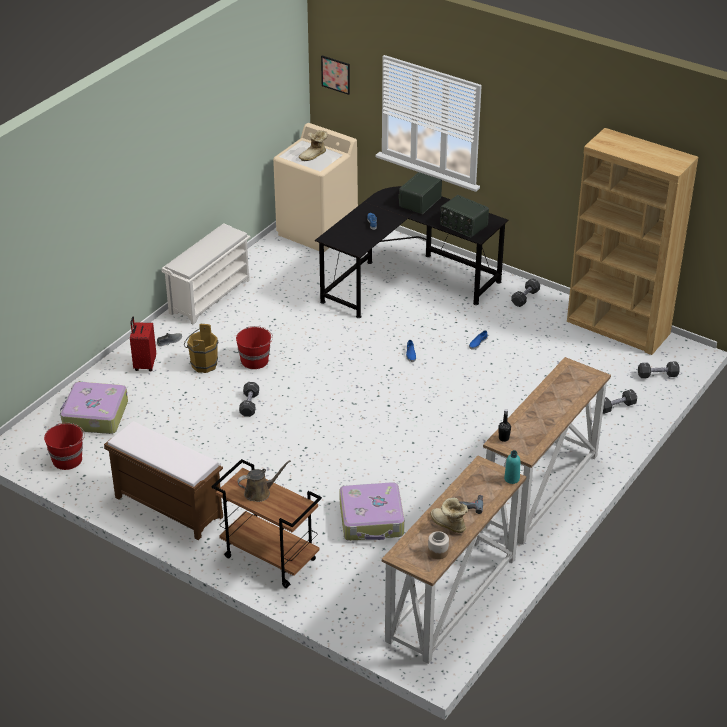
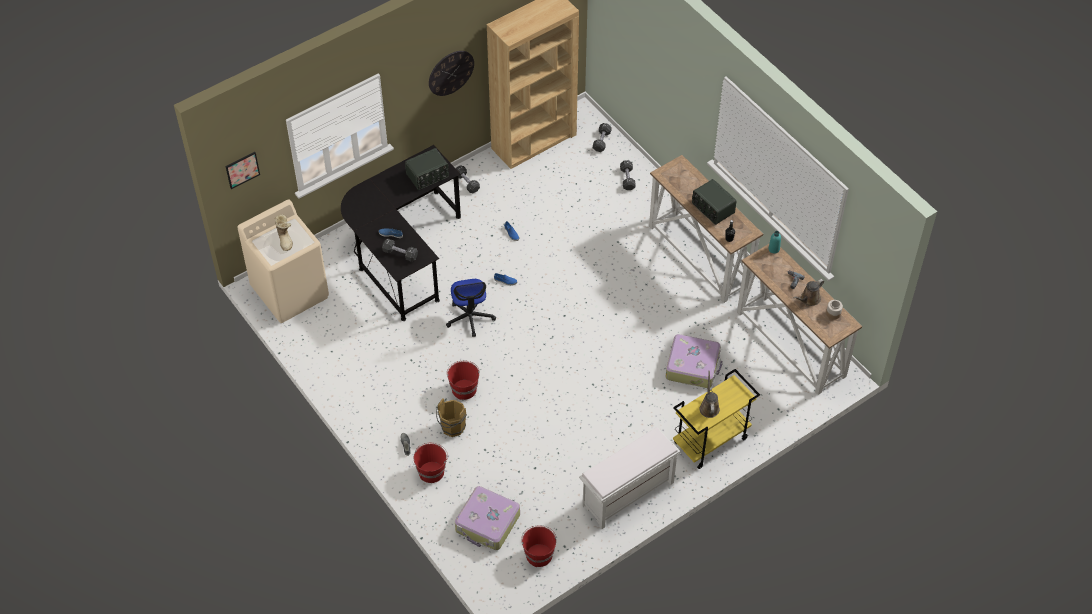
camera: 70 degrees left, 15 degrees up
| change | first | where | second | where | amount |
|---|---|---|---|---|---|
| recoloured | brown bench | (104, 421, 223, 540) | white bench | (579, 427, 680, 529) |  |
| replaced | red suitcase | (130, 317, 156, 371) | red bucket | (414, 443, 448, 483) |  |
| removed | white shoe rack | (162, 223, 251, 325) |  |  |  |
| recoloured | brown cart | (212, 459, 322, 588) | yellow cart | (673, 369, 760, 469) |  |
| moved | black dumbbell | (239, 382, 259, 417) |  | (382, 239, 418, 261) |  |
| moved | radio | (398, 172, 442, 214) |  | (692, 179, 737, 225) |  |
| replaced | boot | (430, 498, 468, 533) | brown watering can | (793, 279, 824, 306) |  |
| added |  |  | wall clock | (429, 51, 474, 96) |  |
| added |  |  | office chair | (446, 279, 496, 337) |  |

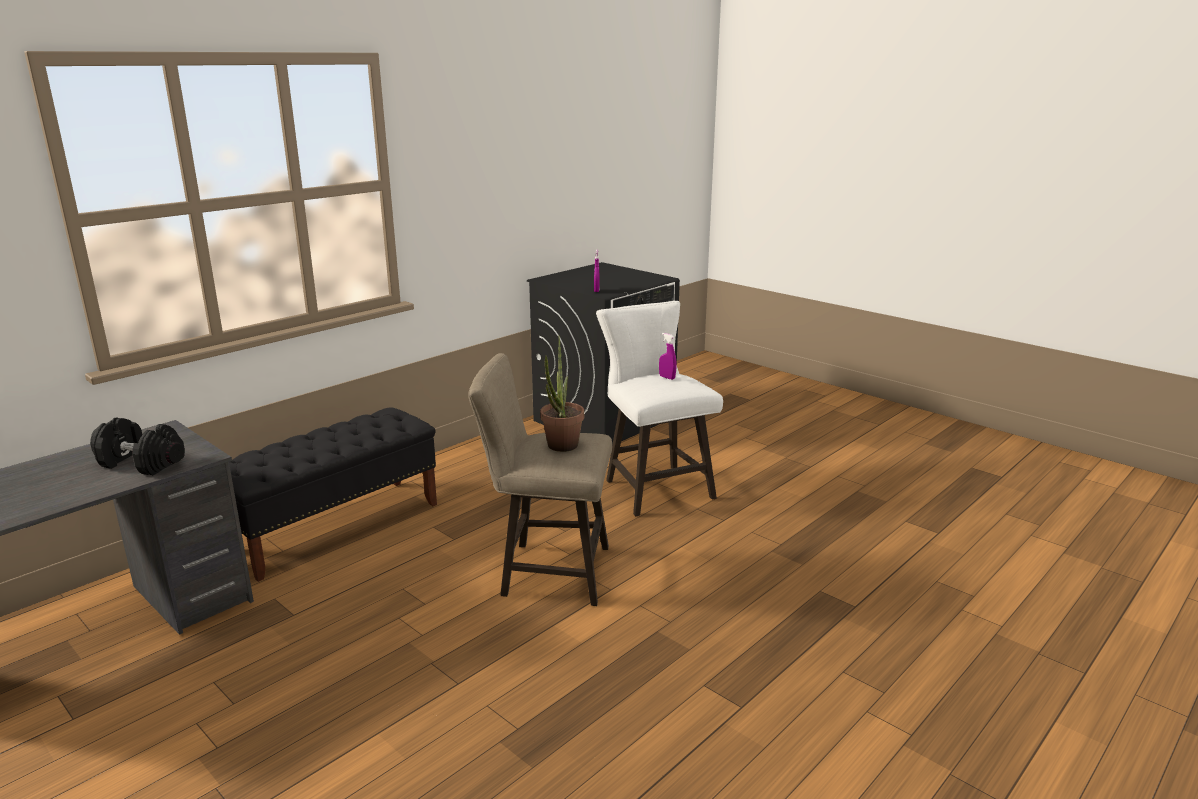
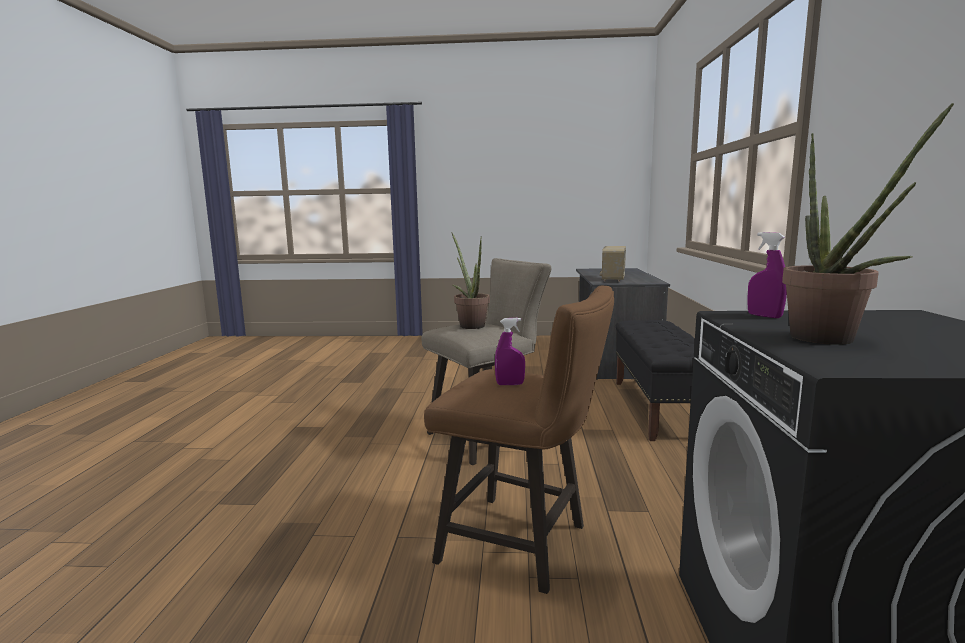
camera: 140 degrees right, 10 degrees down
| change | first | where | second | where | amount |
|---|---|---|---|---|---|
| replaced | black dumbbell | (90, 417, 185, 475) | radio | (600, 246, 626, 282) |  |
| recoloured | white stool | (596, 301, 723, 516) | brown stool | (424, 286, 614, 594) |  |
| added |  |  | potted plant | (782, 103, 954, 345) |  |

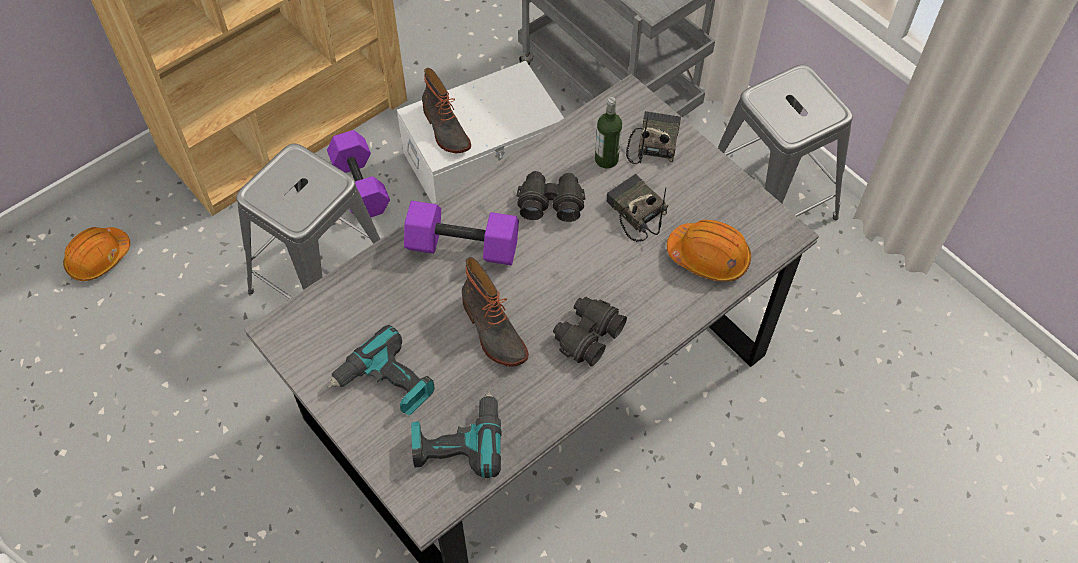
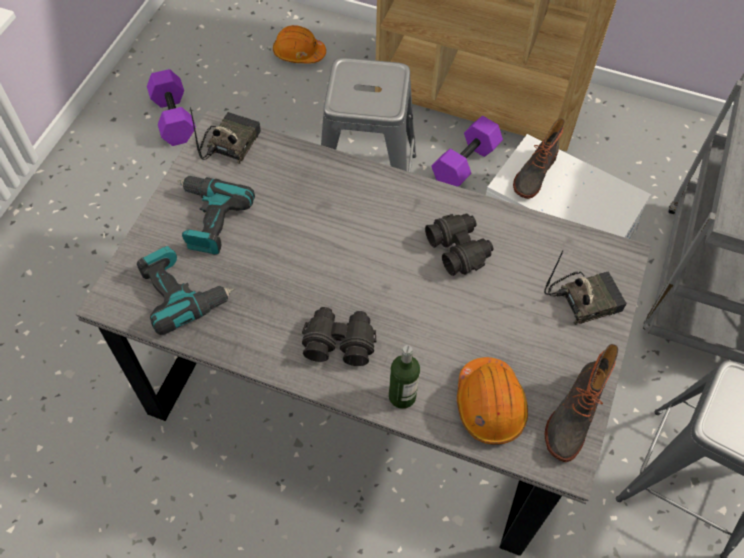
camera: 60 degrees right, 0 degrees up
| change | first | where | second | where | amount |
|---|---|---|---|---|---|
| moved | purple dumbbell | (404, 201, 519, 265) |  | (147, 69, 196, 146) |  |
| moved | boot | (462, 257, 529, 367) |  | (545, 344, 618, 462) |  |
| moved | bottle | (595, 97, 622, 169) |  | (389, 345, 420, 409) |  |
| moved | radio | (606, 174, 668, 242) |  | (190, 107, 261, 164) |  |

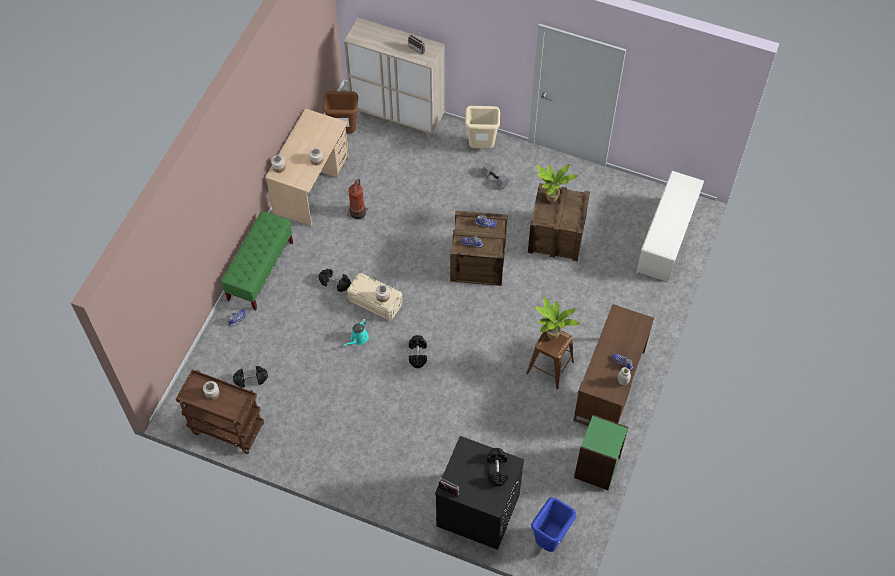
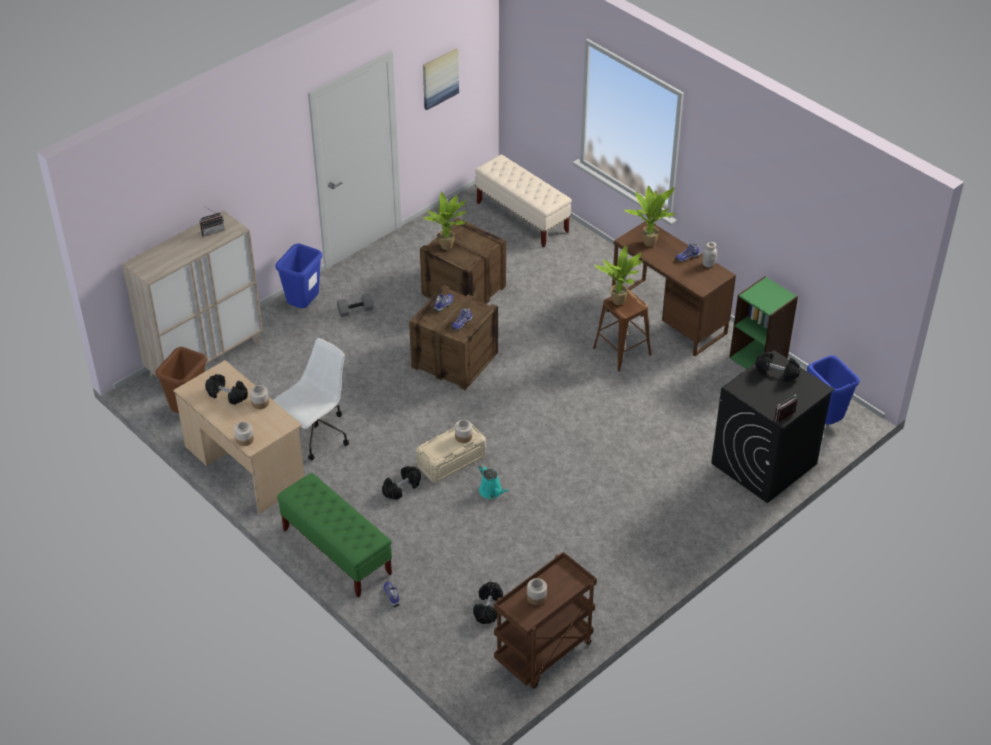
camera: 65 degrees left, 15 degrees down
| change | first | where | second | where | amount |
|---|---|---|---|---|---|
| replaced | fire extinguisher | (348, 179, 368, 220) | white office chair | (273, 338, 349, 460) |  |
| moved | black dumbbell | (409, 335, 427, 368) |  | (205, 374, 248, 405) |  |
| recoloured | beige trash can | (465, 106, 500, 149) | blue trash can | (275, 244, 323, 308) |  |
| replaced | white shoe rack | (636, 171, 704, 282) | beige bench | (475, 155, 572, 247) |  |
| added |  |  | picture | (423, 49, 459, 110) |  |
| added |  |  | potted plant | (625, 186, 676, 247) |  |

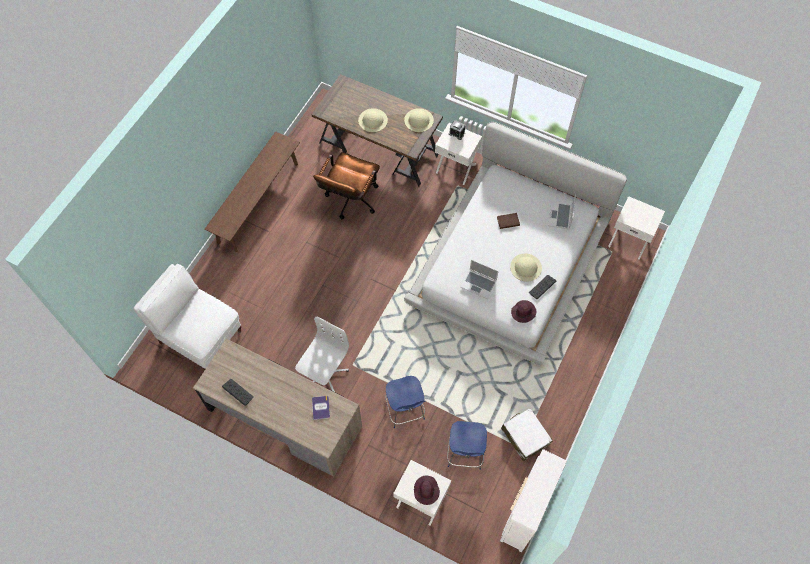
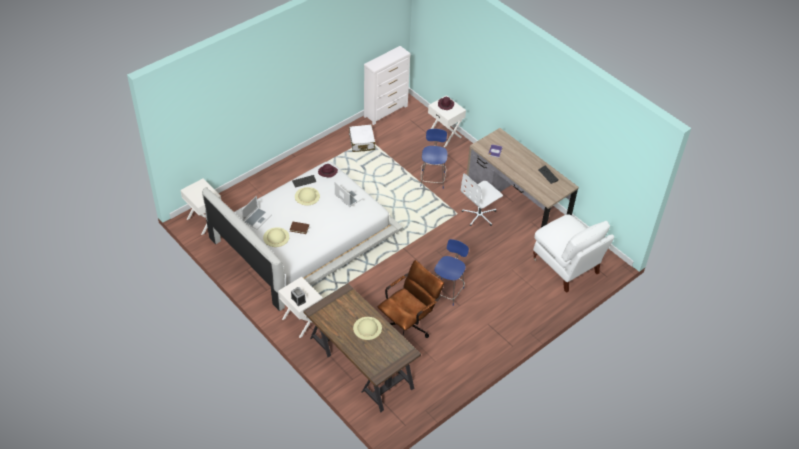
camera: 160 degrees left, 15 degrees down
| change | first | where | second | where | amount |
|---|---|---|---|---|---|
| removed | brown bench | (204, 131, 300, 252) |  |  |  |
| moved | beige hat | (404, 108, 434, 132) |  | (263, 227, 289, 247) |  |
| moved | blue chair | (447, 421, 487, 470) |  | (434, 239, 469, 306) |  |

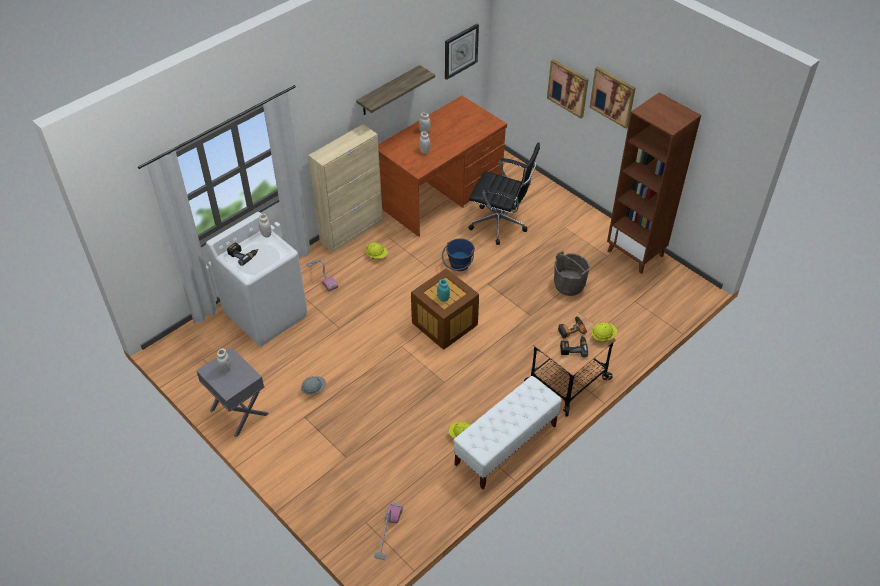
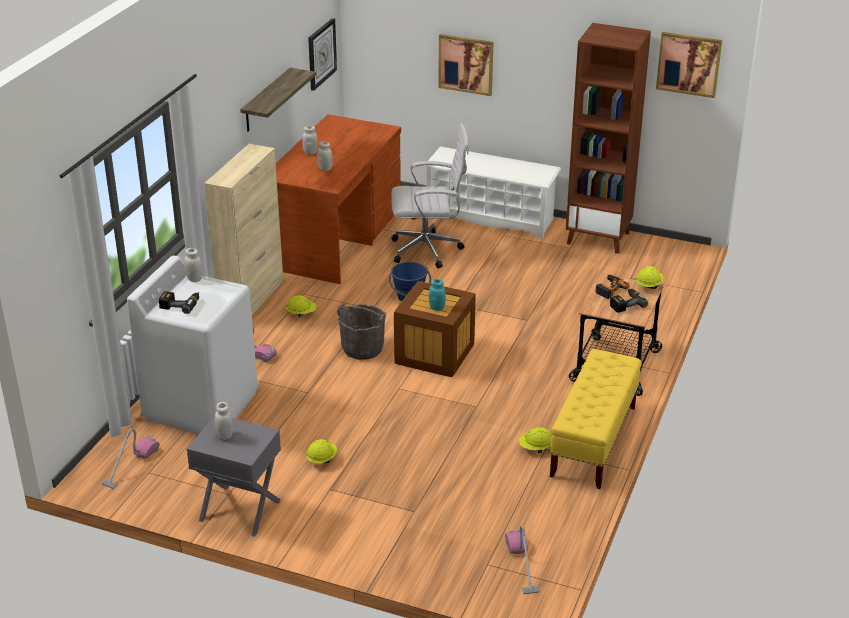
camera: 25 degrees left, 15 degrees down
| change | first | where | second | where | amount |
|---|---|---|---|---|---|
| recoloured | grey hard hat | (301, 376, 326, 395) | yellow hard hat | (306, 439, 337, 463) |  |
| recoloured | white bench | (453, 376, 562, 490) | yellow bench | (550, 349, 642, 489) |  |
| recoloured | black office chair | (468, 142, 540, 245) | white office chair | (391, 123, 469, 268) |  |
| moved | grey bucket | (554, 251, 590, 296) |  | (337, 303, 386, 360) |  |
| moved | picture | (589, 67, 635, 129) |  | (656, 32, 722, 98) |  |
| added |  |  | vacuum cleaner | (102, 429, 159, 489) |  |
| added |  |  | white shoe rack | (424, 147, 561, 239) |  |

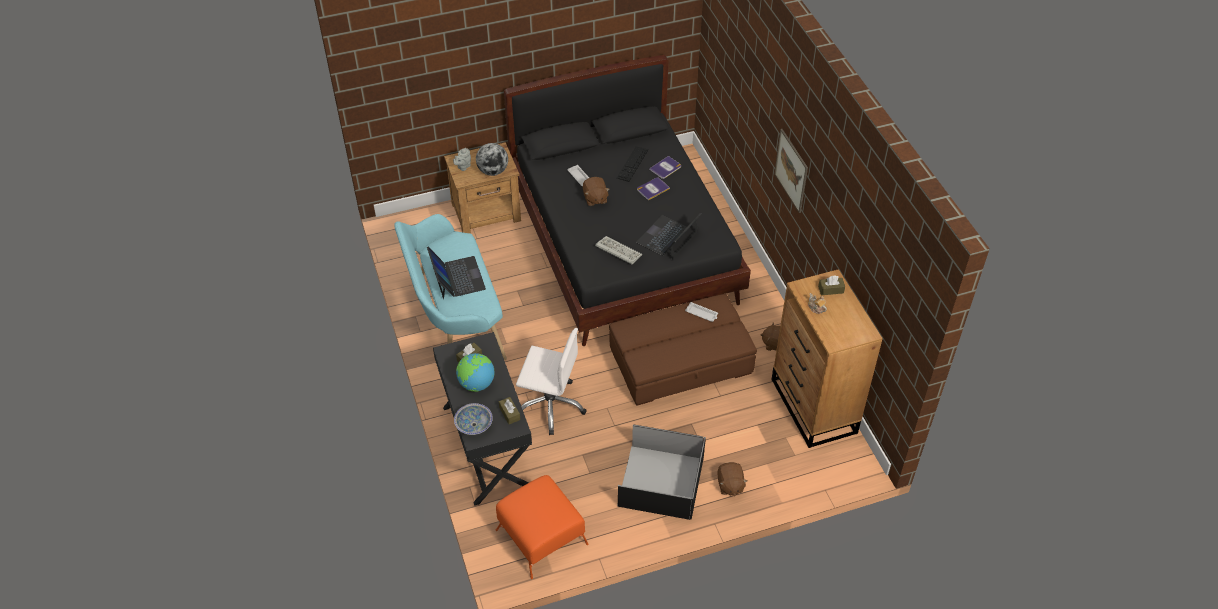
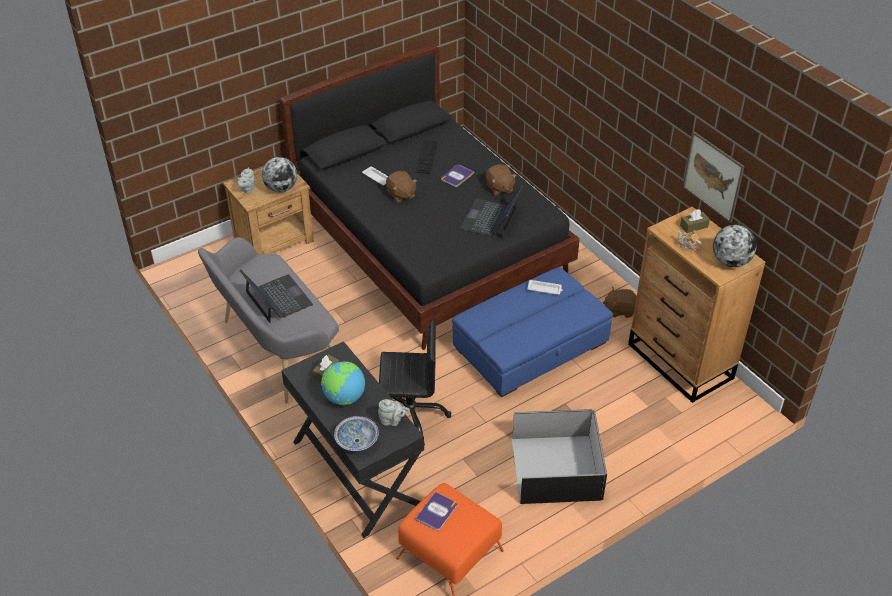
camera: 15 degrees left, 5 degrees down
| change | first | where | second | where | amount |
|---|---|---|---|---|---|
| recoloured | turquoise bench | (394, 214, 507, 360) | grey bench | (198, 237, 339, 404) |  |
| replaced | brown tissue box | (499, 397, 520, 424) | grey teapot | (378, 399, 410, 426) |  |
| recoloured | white office chair | (516, 328, 587, 435) | black office chair | (379, 319, 451, 445) |  |
| removed | keyboard | (595, 236, 642, 264) |  |  |  |
| recoloured | brown ottoman | (609, 294, 757, 406) | blue ottoman | (452, 267, 613, 397) |  |
| moved | book | (649, 156, 681, 179) |  | (415, 492, 457, 530) |  |
| moved | brown plush toy | (717, 462, 747, 496) |  | (486, 164, 517, 196) |  |
| moved | picture | (774, 129, 808, 213) |  | (683, 131, 745, 223) |  |
| added |  |  | globe | (713, 225, 757, 267) |  |

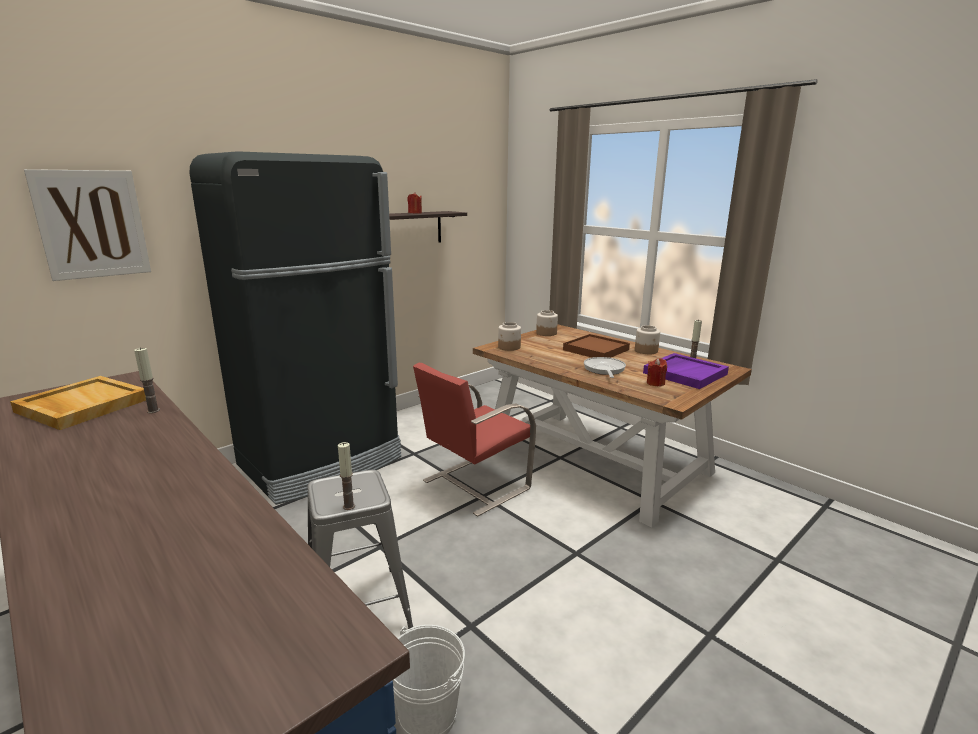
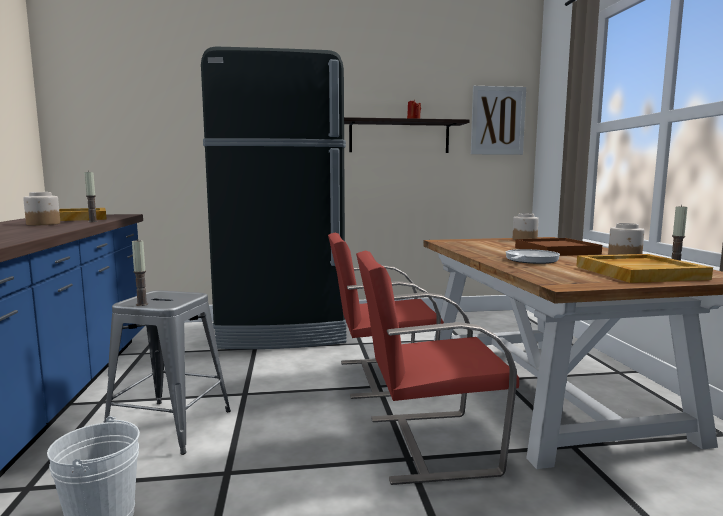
camera: 35 degrees right, 10 degrees down
| change | first | where | second | where | amount |
|---|---|---|---|---|---|
| moved | picture | (24, 169, 151, 281) |  | (471, 86, 526, 155) |  |
| moved | jar | (498, 322, 521, 351) |  | (23, 192, 60, 225) |  |
| recoloured | purple tray | (643, 353, 729, 389) | beige tray | (576, 254, 713, 283) |  |
| removed | red candle | (647, 358, 667, 387) |  |  |  |
| added |  |  | red chair | (356, 251, 519, 485) |  |

